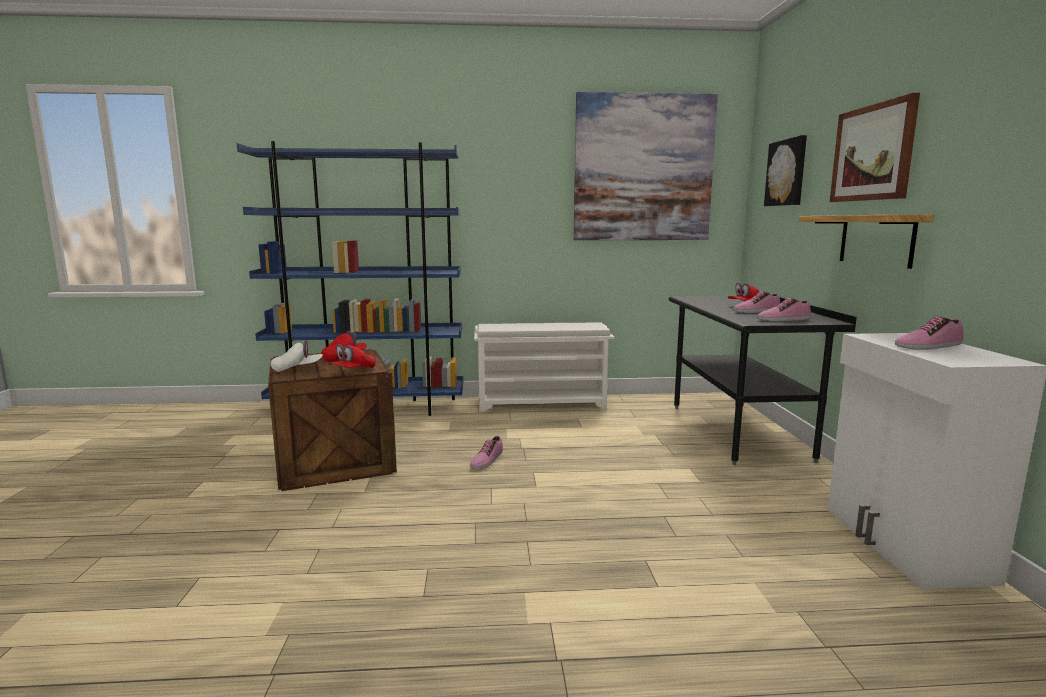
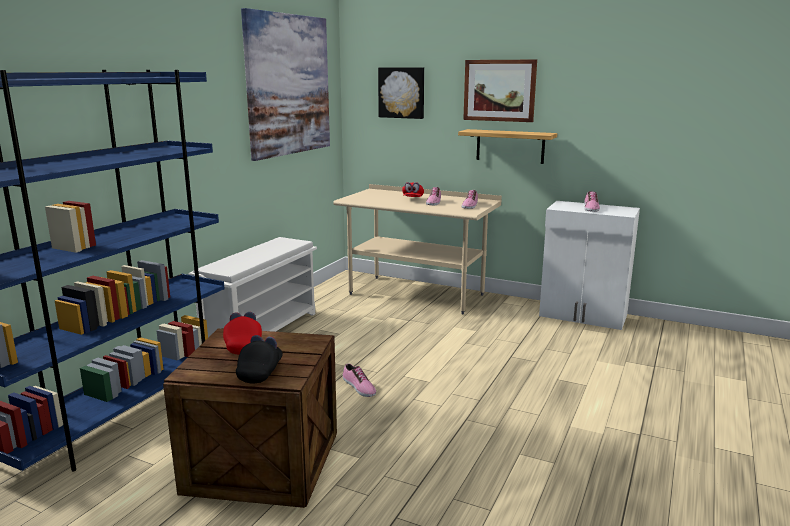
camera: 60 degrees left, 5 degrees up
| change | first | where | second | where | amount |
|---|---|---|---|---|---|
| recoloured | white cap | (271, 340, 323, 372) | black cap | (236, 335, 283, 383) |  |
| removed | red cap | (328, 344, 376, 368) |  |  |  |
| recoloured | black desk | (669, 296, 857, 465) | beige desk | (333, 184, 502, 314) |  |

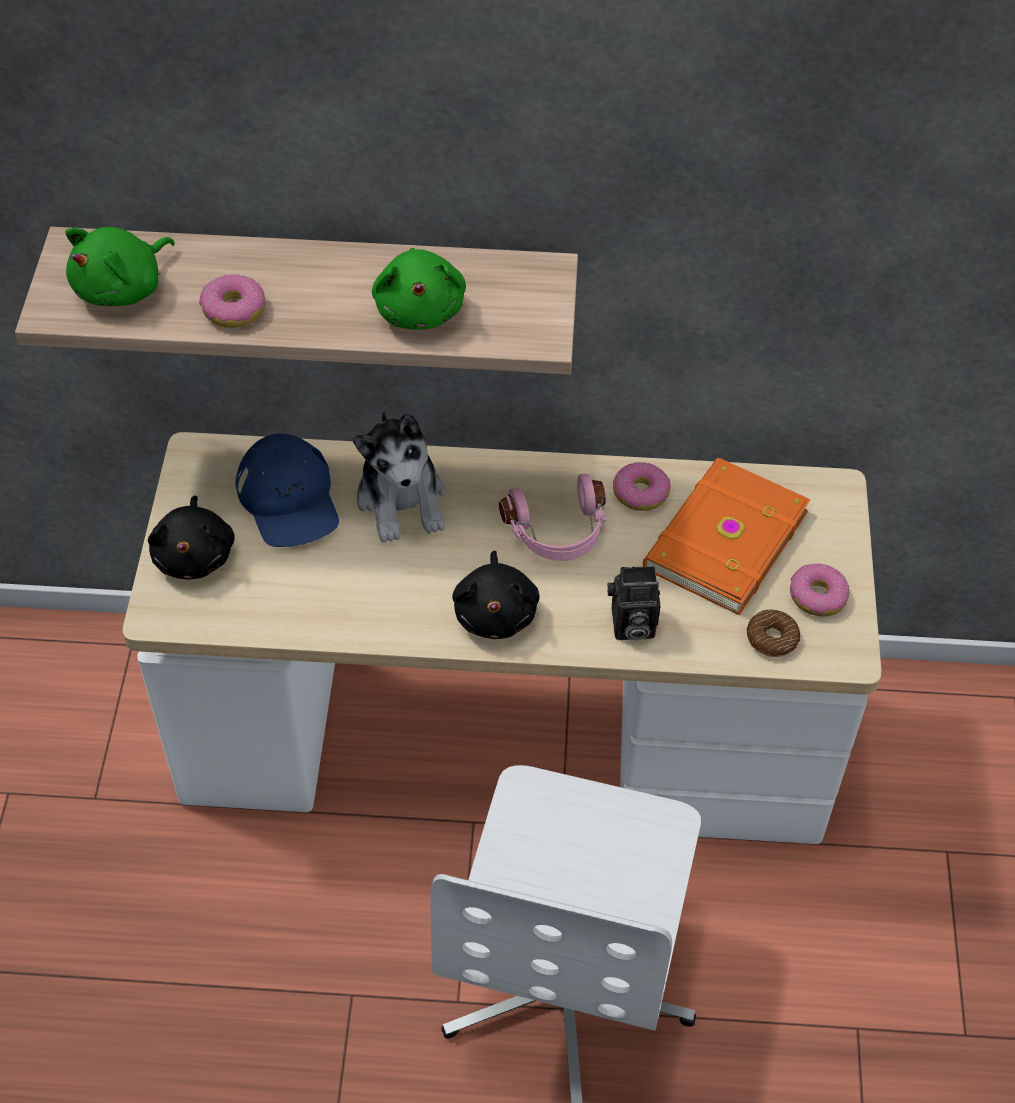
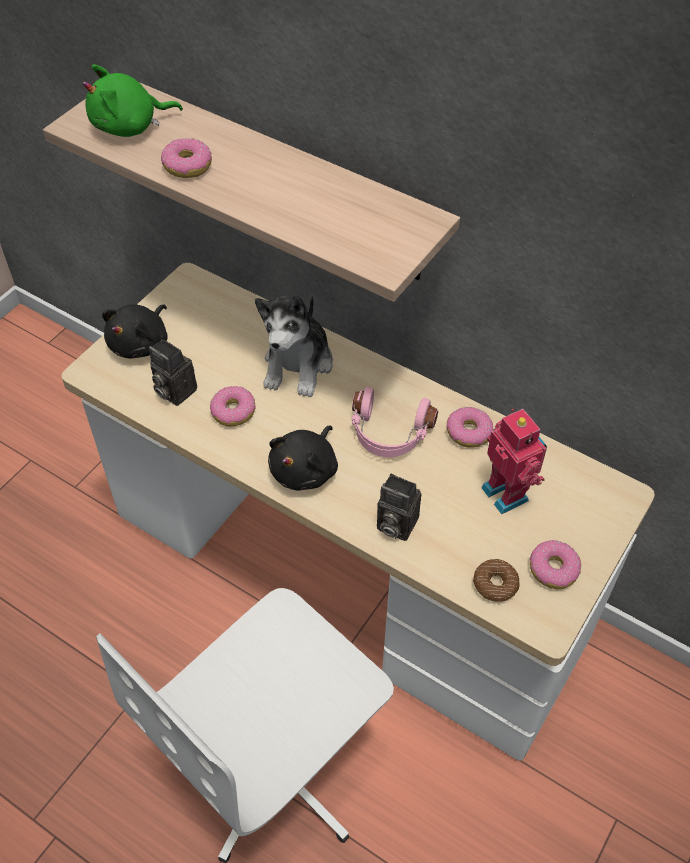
camera: 30 degrees right, 0 degrees up
| change | first | where | second | where | amount |
|---|---|---|---|---|---|
| removed | blue cap | (236, 434, 339, 547) |  |  |  |
| removed | green plush toy | (372, 248, 466, 330) |  |  |  |
| replaced | orange book | (643, 458, 811, 615) | toy robot | (481, 409, 547, 514) |  |
| added |  |  | photo camera | (149, 339, 197, 406) |  |
| added |  |  | donut | (210, 386, 256, 426) |  |

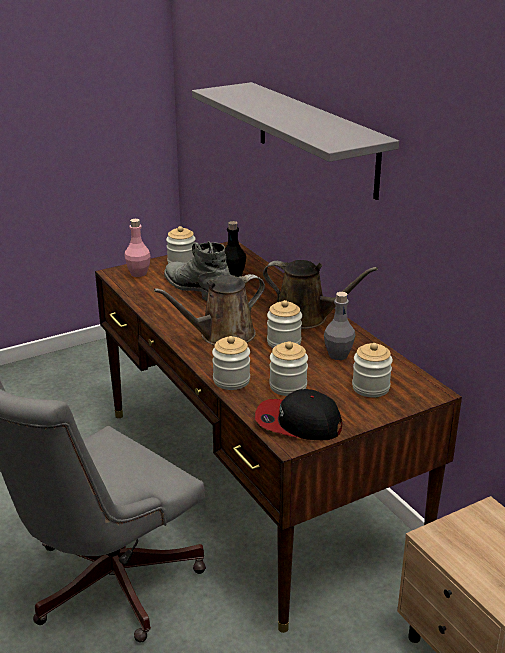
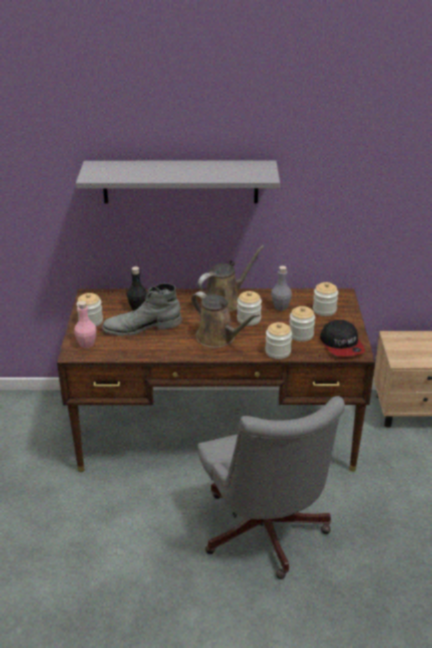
camera: 60 degrees left, 5 degrees up
| change | first | where | second | where | amount |
|---|---|---|---|---|---|
| turned | brown watering can | (154, 274, 265, 345) |  | (191, 291, 260, 348) | 45 degrees counterclockwise |
| turned | cap | (255, 389, 342, 440) |  | (320, 320, 365, 357) | 60 degrees counterclockwise |

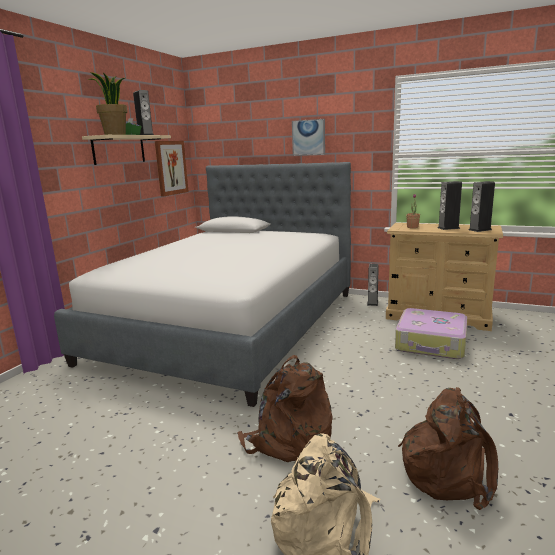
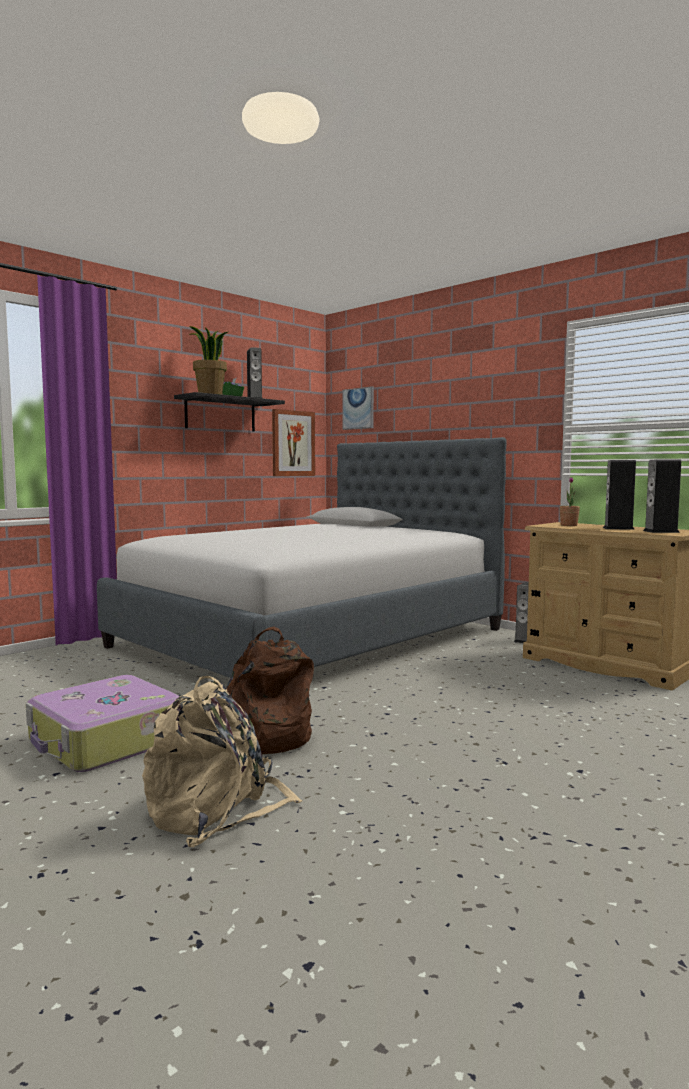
camera: 20 degrees right, 10 degrees down
| change | first | where | second | where | amount |
|---|---|---|---|---|---|
| recoloured | beige shelf | (82, 135, 171, 165) | black shelf | (174, 392, 285, 432) |  |
| moved | picture | (292, 119, 325, 156) |  | (342, 386, 374, 430) |  |
| moved | suitcase | (395, 308, 467, 359) |  | (26, 675, 180, 772) |  |
| removed | brown backpack | (398, 387, 498, 510) |  |  |  |

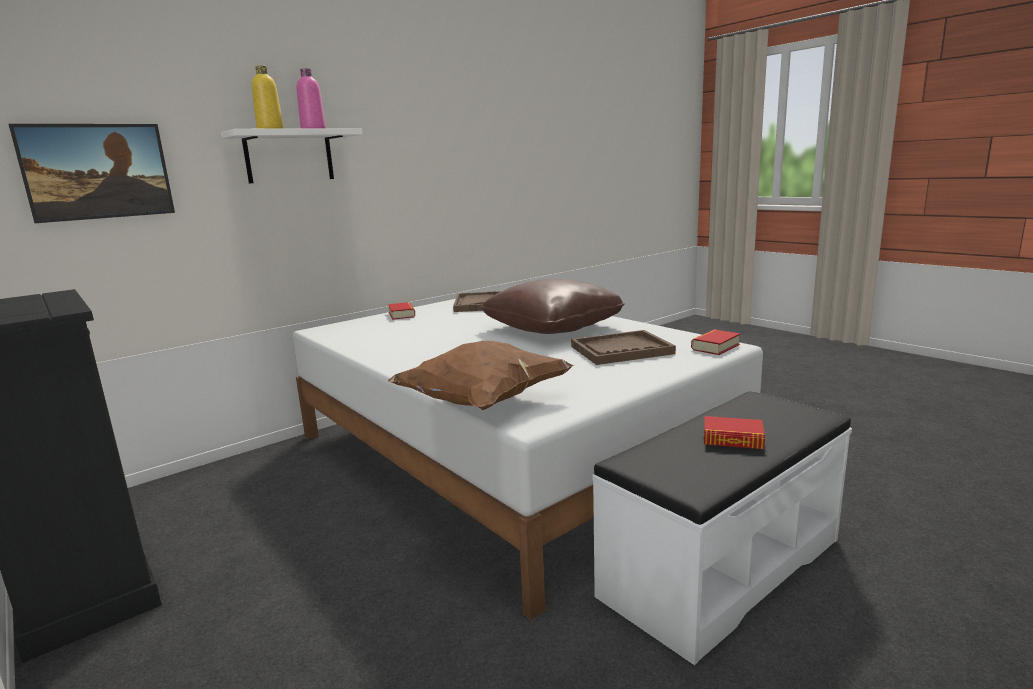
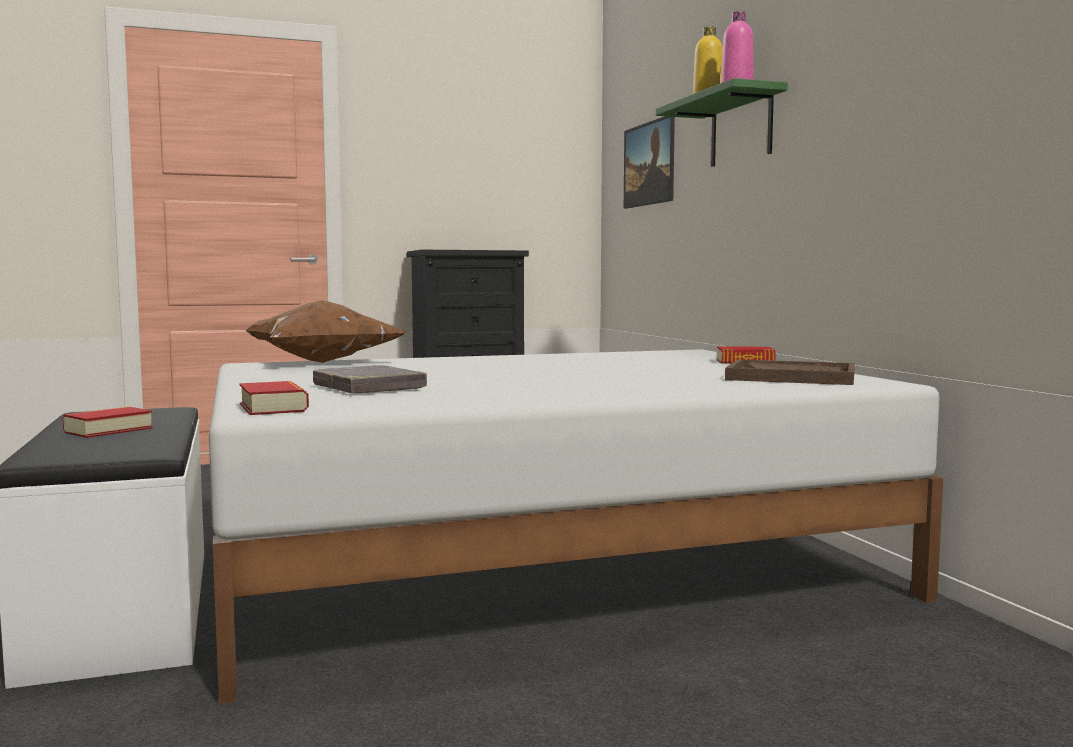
camera: 110 degrees right, 10 degrees down
| change | first | where | second | where | amount |
|---|---|---|---|---|---|
| recoloured | white shelf | (221, 128, 363, 183) | green shelf | (656, 78, 788, 167) |  |
| removed | brown pillow | (480, 279, 625, 334) |  |  |  |
| replaced | brown tray | (571, 330, 676, 365) | grey book | (313, 365, 427, 394) |  |

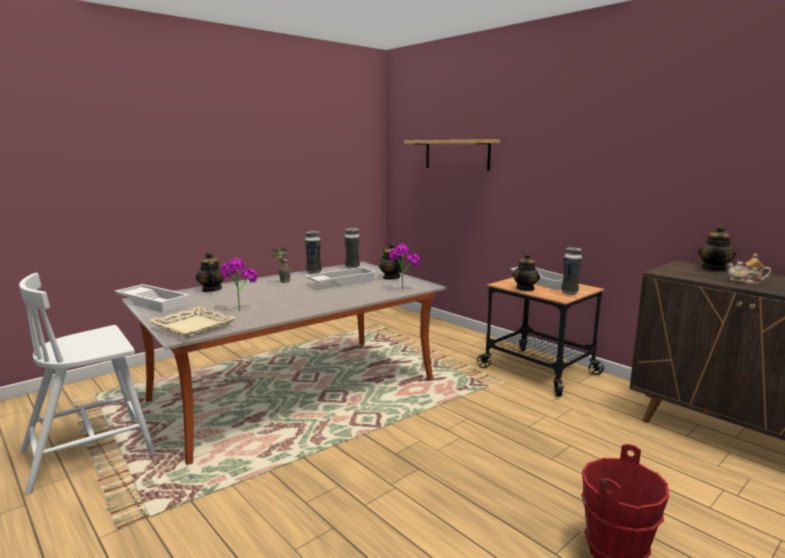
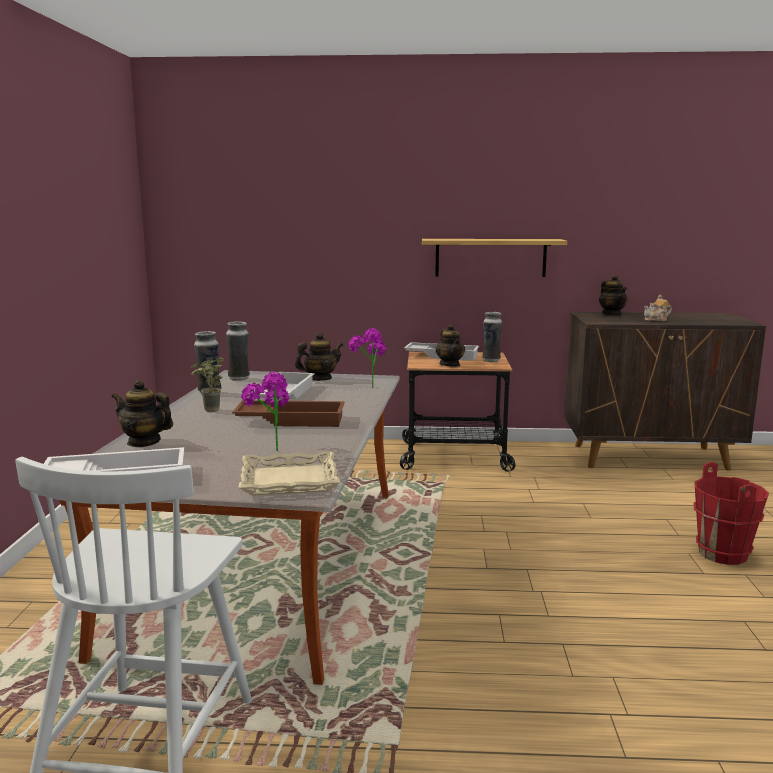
camera: 45 degrees left, 0 degrees up
| change | first | where | second | where | amount |
|---|---|---|---|---|---|
| turned | teapot | (379, 243, 404, 280) |  | (295, 332, 343, 381) | 135 degrees clockwise |
| moved | shelf | (404, 139, 500, 171) |  | (422, 239, 567, 277) |  |
| added |  |  | brown tray | (232, 400, 345, 427) |  |

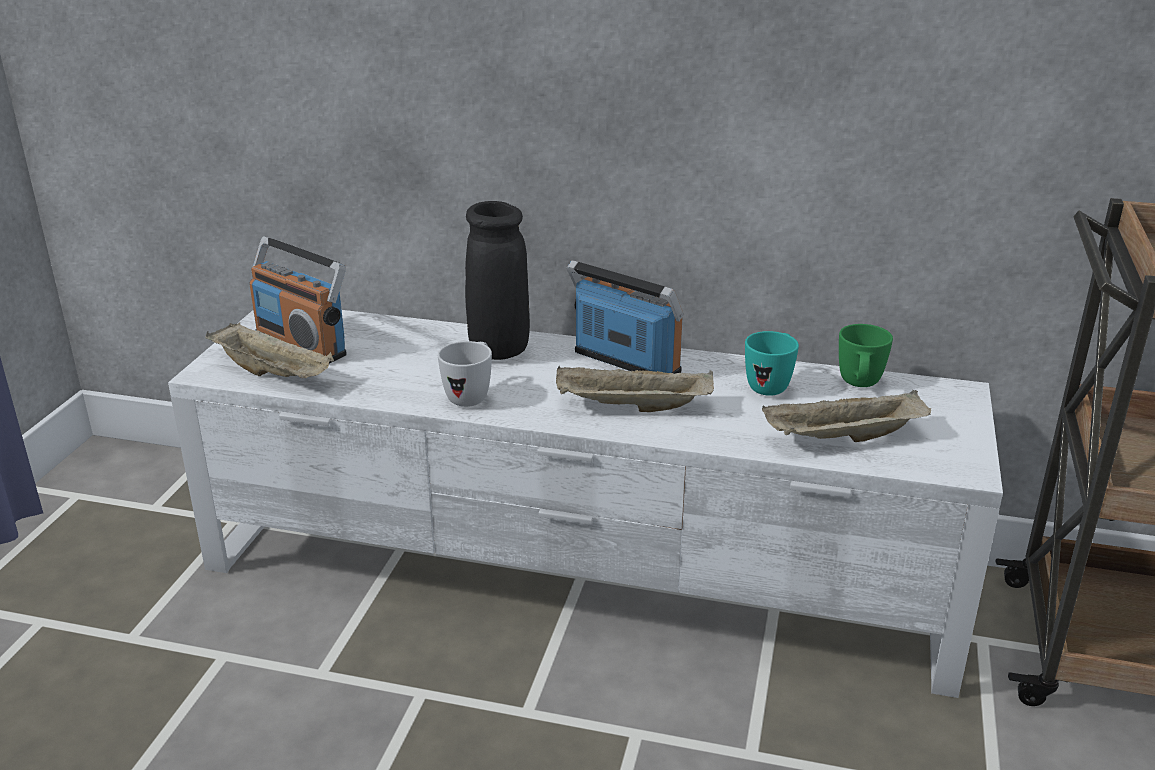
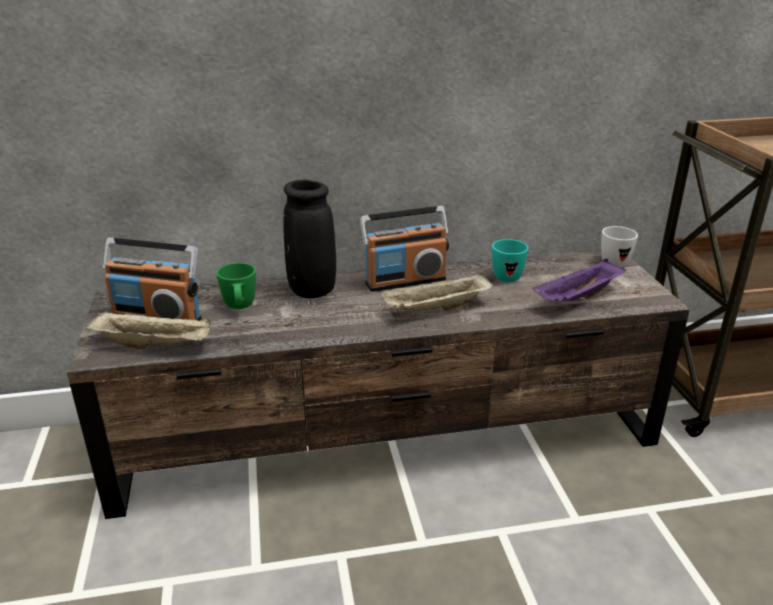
camera: 25 degrees left, 0 degrees up
| change | first | where | second | where | amount |
|---|---|---|---|---|---|
| recoloured | white tv stand | (168, 310, 1003, 698) | brown tv stand | (67, 250, 690, 519) |  |
| moved | white mug | (438, 341, 492, 407) |  | (601, 226, 638, 267) |  |
| turned | radio | (567, 260, 684, 374) |  | (360, 206, 449, 292) | 150 degrees clockwise |
| recoloured | beige tray | (762, 390, 931, 442) | purple tray | (532, 259, 626, 303) |  |
| moved | green mug | (839, 324, 893, 387) |  | (216, 263, 256, 309) |  |

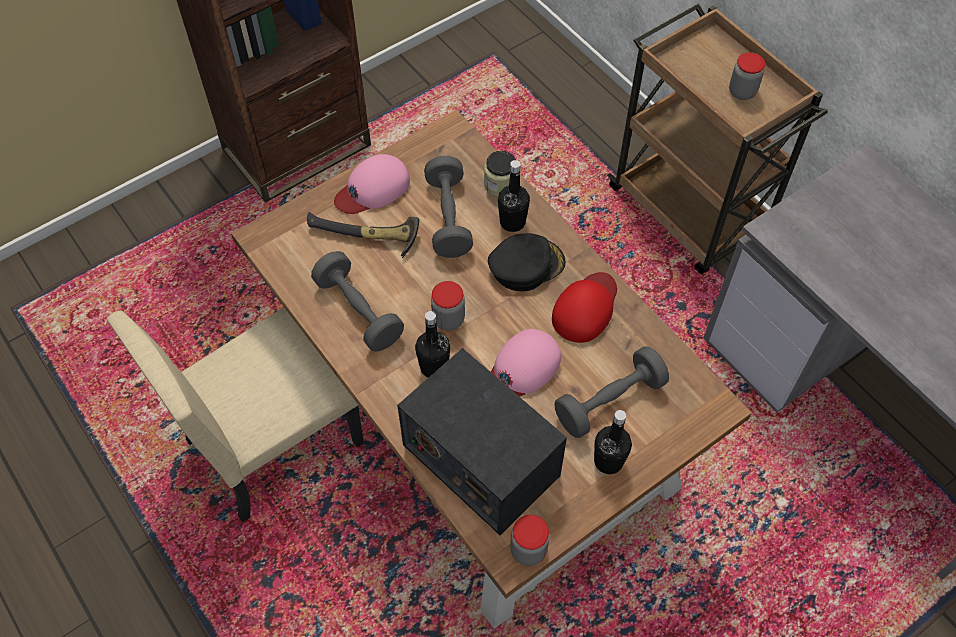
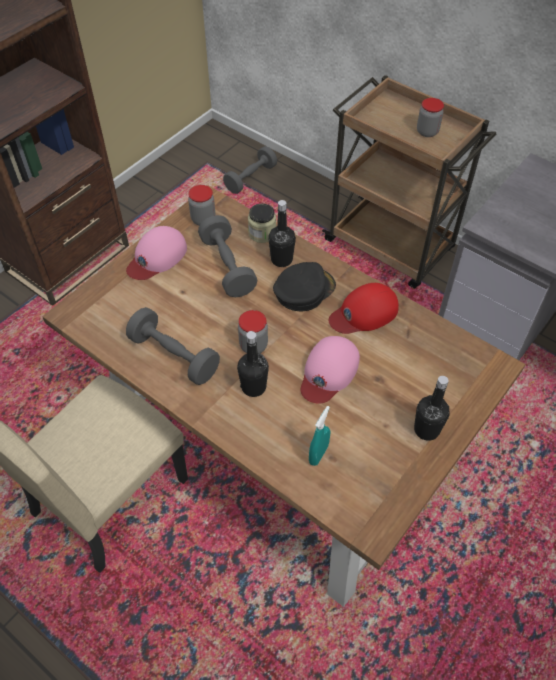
camera: 15 degrees left, 5 degrees down
| change | first | where | second | where | amount |
|---|---|---|---|---|---|
| removed | hammer | (307, 212, 419, 258) |  |  |  |
| replaced | radio | (397, 348, 567, 535) | turquoise spray bottle | (309, 406, 331, 466) |  |
| moved | jar | (510, 515, 550, 566) |  | (188, 185, 216, 226) |  |
| turned | red cap | (552, 272, 617, 343) |  | (329, 283, 399, 334) | 135 degrees counterclockwise |
| moved | grey dumbbell | (554, 346, 669, 438) |  | (223, 146, 277, 194) |  |

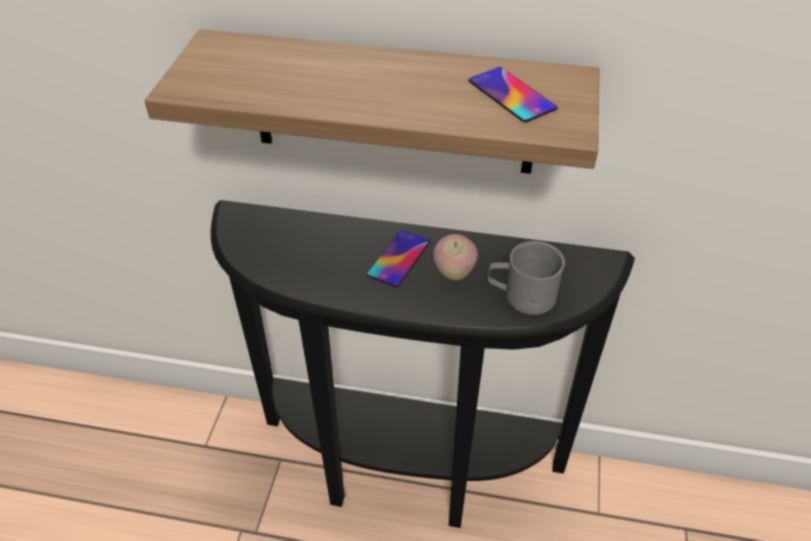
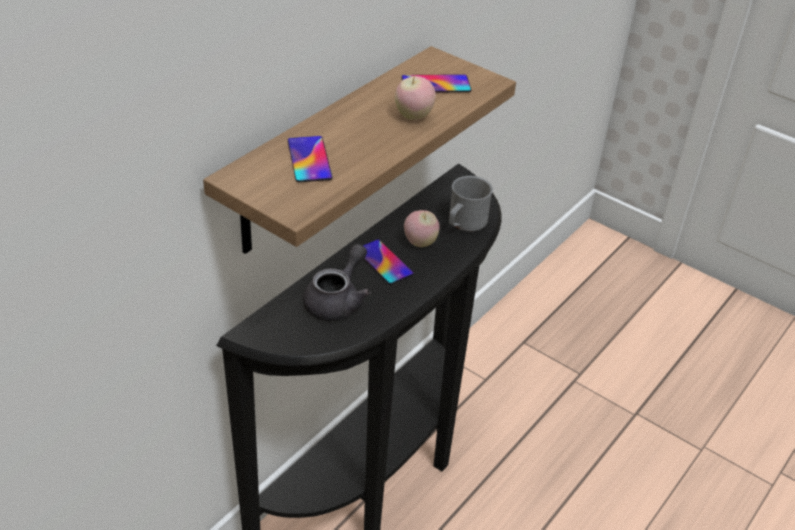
camera: 65 degrees left, 5 degrees down
| change | first | where | second | where | amount |
|---|---|---|---|---|---|
| added |  |  | phone | (288, 136, 333, 182) |  |
| added |  |  | grey teapot | (303, 244, 371, 321) |  |
| added |  |  | apple | (395, 75, 436, 120) |  |

